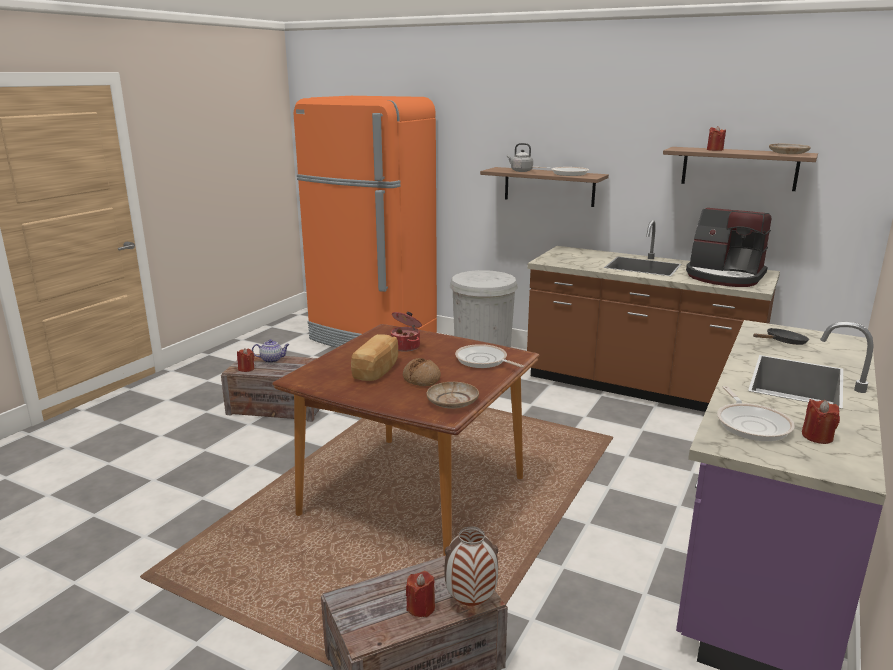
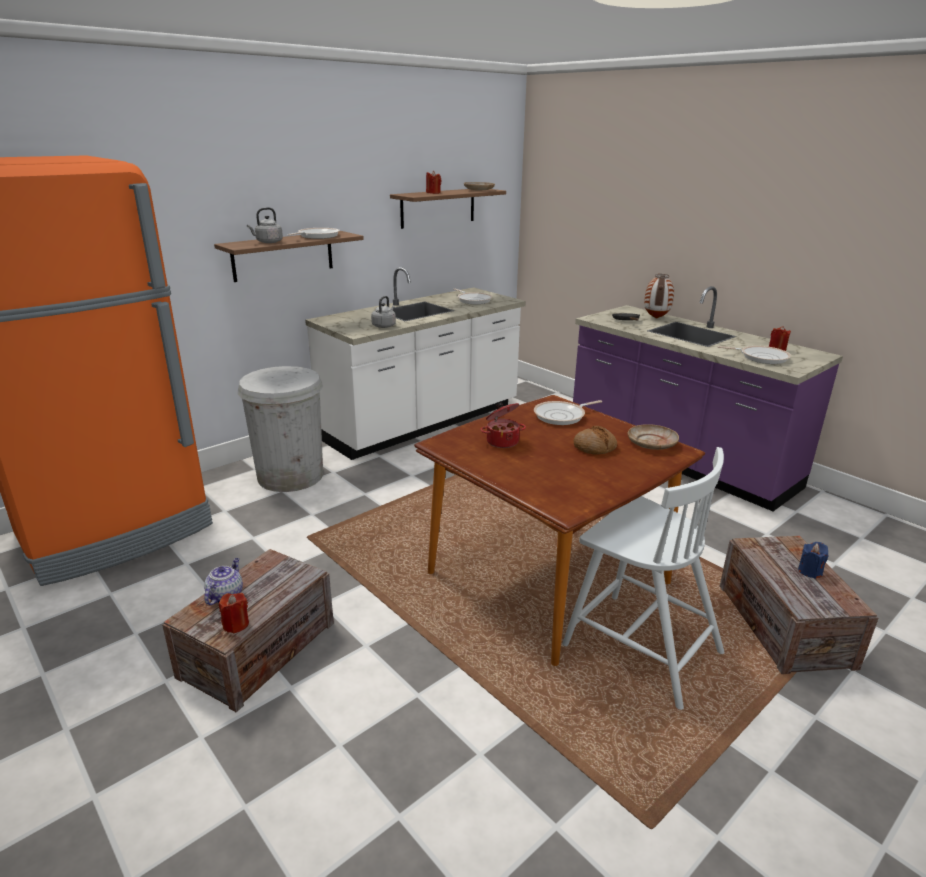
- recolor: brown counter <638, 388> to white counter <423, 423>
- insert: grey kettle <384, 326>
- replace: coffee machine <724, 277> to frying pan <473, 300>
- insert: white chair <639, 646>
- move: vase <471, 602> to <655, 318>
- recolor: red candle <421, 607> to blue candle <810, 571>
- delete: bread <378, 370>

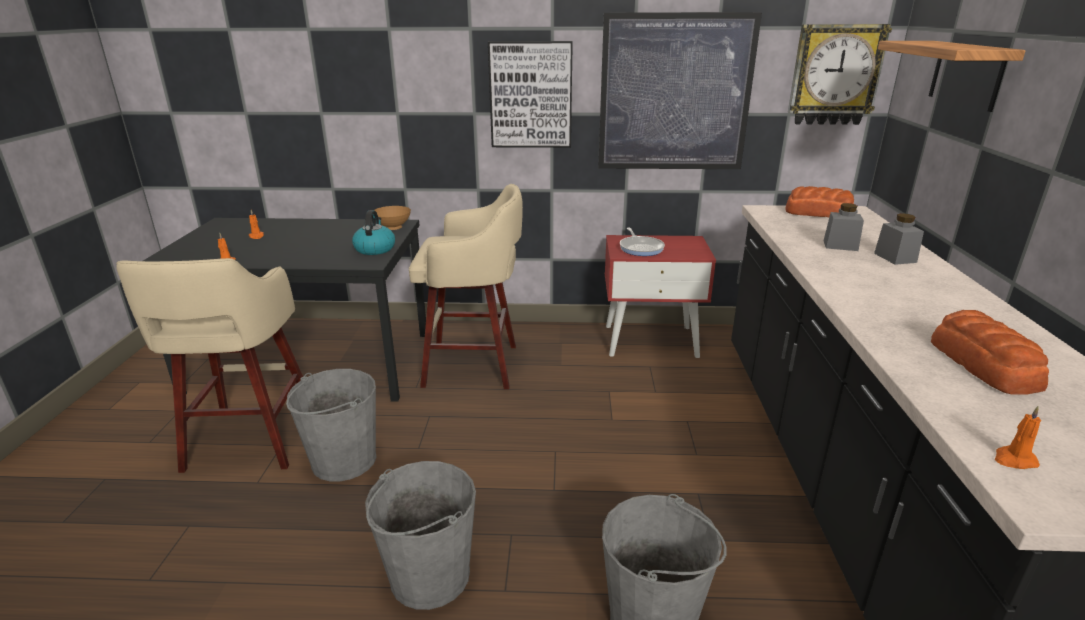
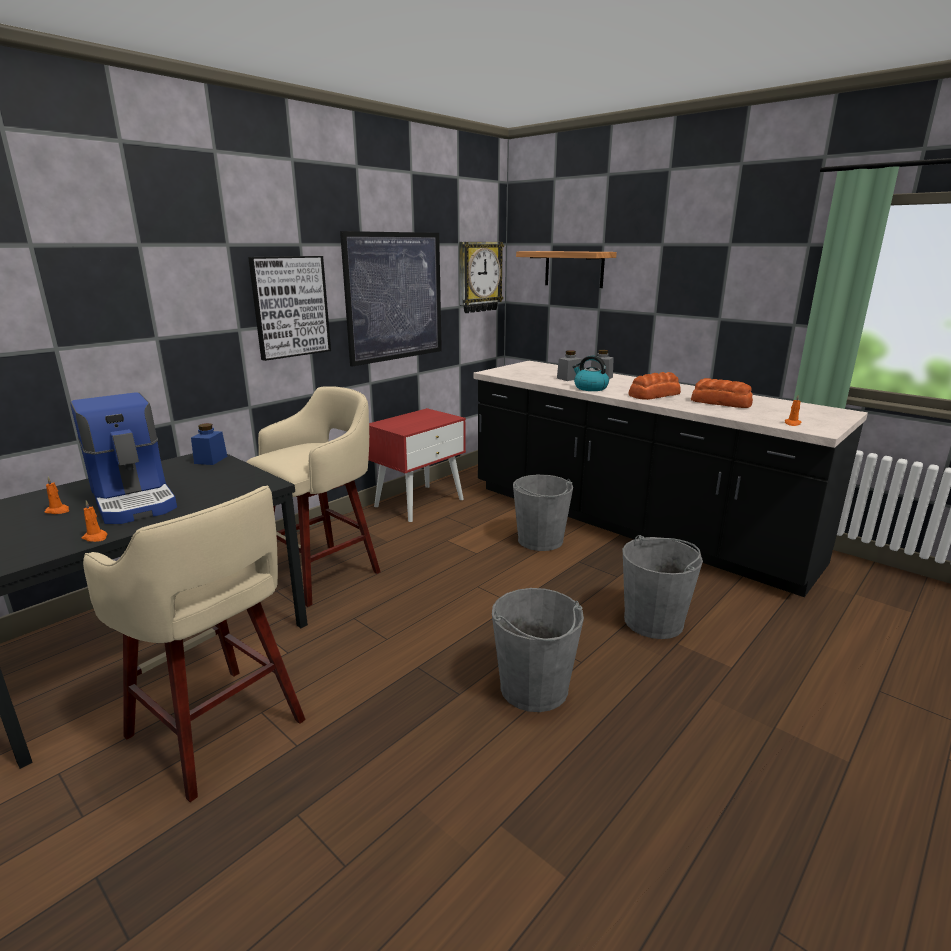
- insert: coffee machine <135, 499>
- replace: brown bowl <392, 229> to blue jar <211, 460>
- move: grey bucket <343, 460> to <540, 540>
- move: kettle <375, 249> to <590, 388>
- move: bread <817, 213> to <653, 395>
- delete: frying pan <641, 248>

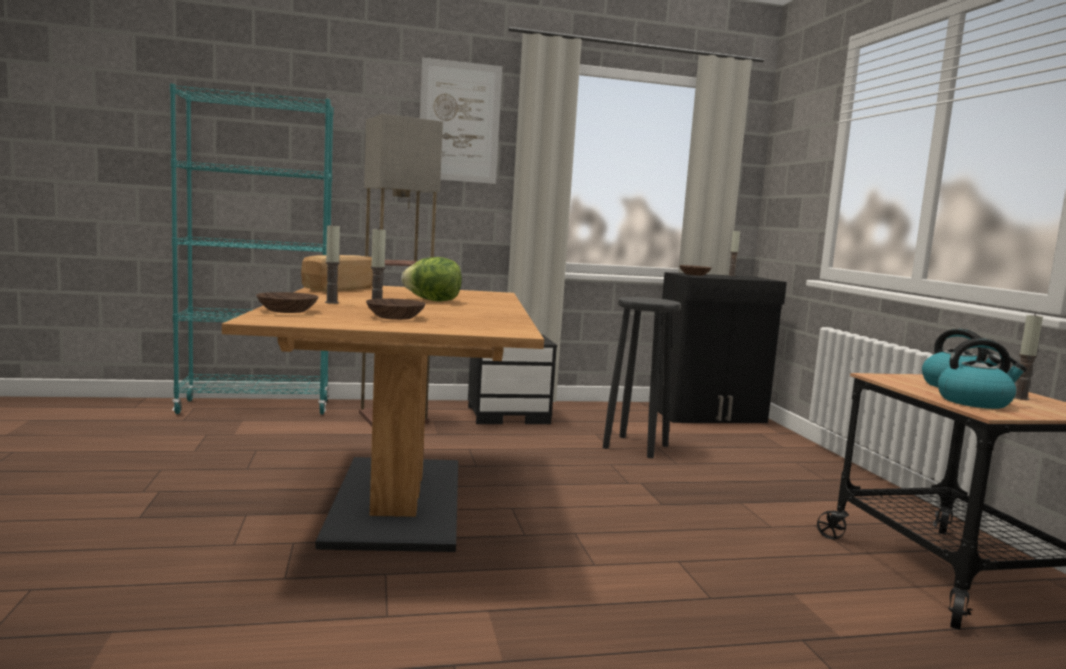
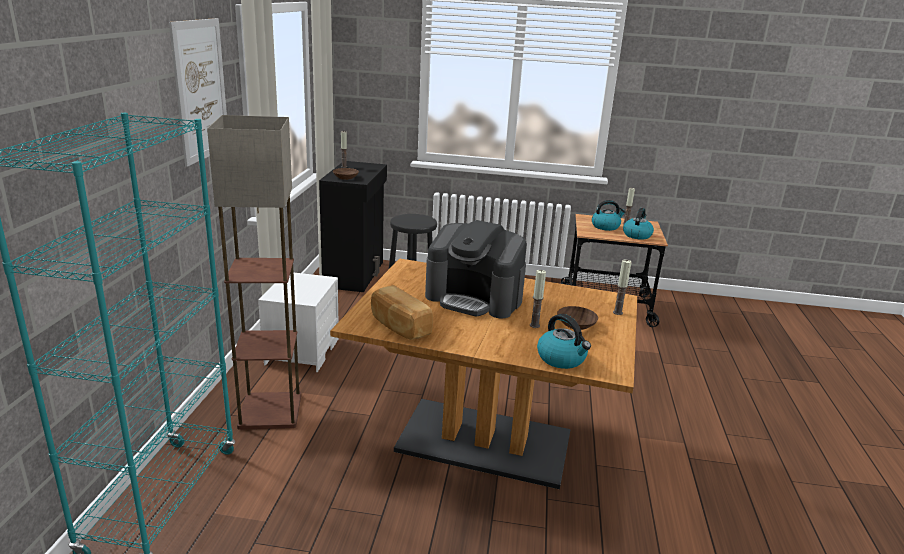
- recolor: black nightstand <509, 415> to white nightstand <302, 351>
- replace: lettuce <433, 301> to coffee machine <474, 298>
- replace: brown bowl <289, 311> to kettle <562, 359>
- move: candle <331, 302> to <617, 312>

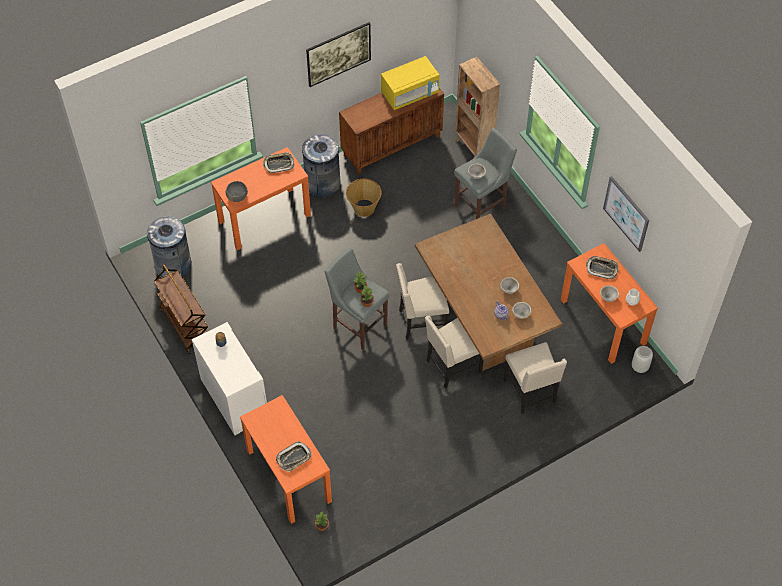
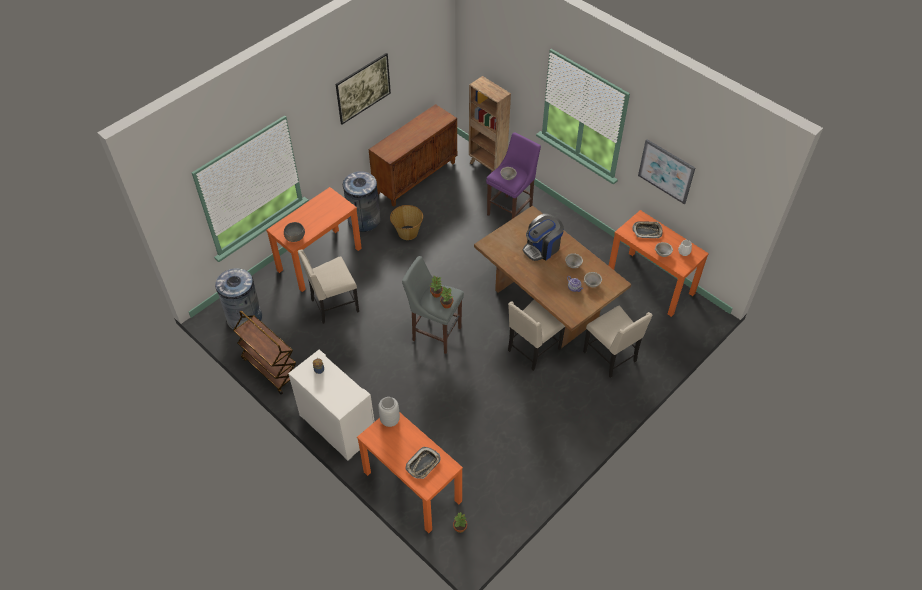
- move: beige chair <421, 322> to <333, 306>
- move: grey vase <639, 366> to <389, 419>
- recolor: grey stool <482, 206> to purple stool <511, 211>
- insert: coffee machine <542, 248>
- delete: tray <279, 164>
- delete: yellow microwave <410, 93>

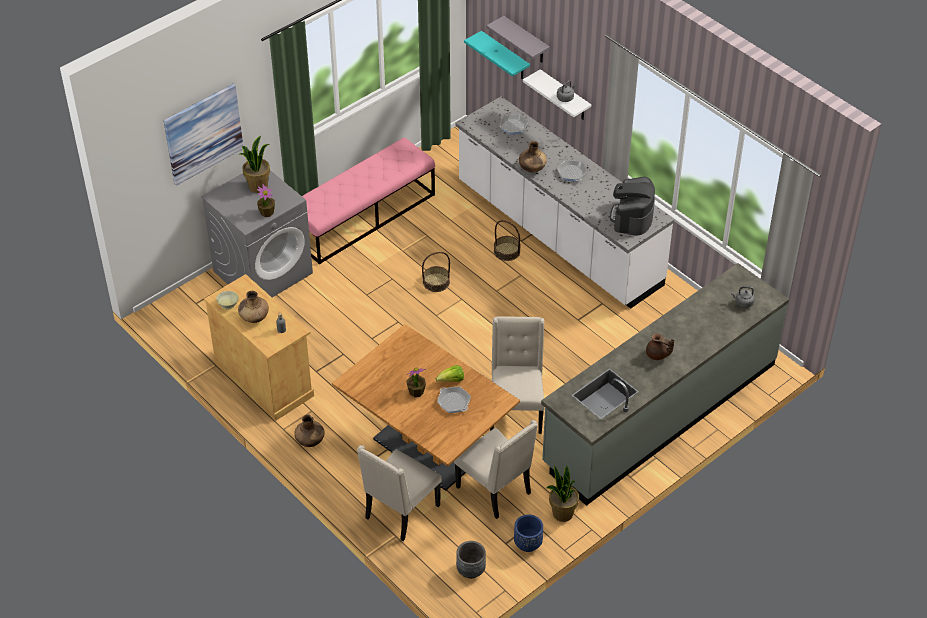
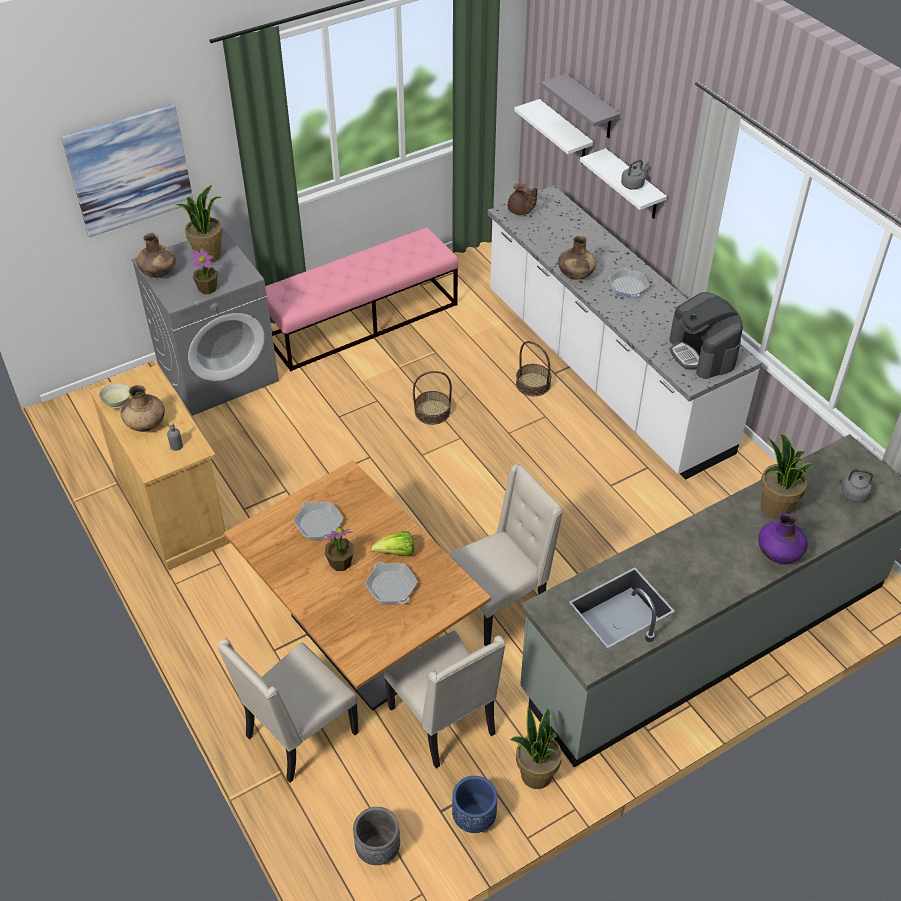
- move: brown vase <310, 441> to <159, 273>
- move: frying pan <513, 126> to <319, 524>
- rotate: beige chair <515, 411> = <499, 603> 45 degrees clockwise
- move: brown teapot <657, 355> to <520, 211>
- recolor: turquoise shelf <505, 56> to white shelf <564, 133>
- rotate: coffee machine <632, 217> = <702, 353> 45 degrees counterclockwise
- insert: purple vase <779, 554>
- insert: potted plant <775, 508>

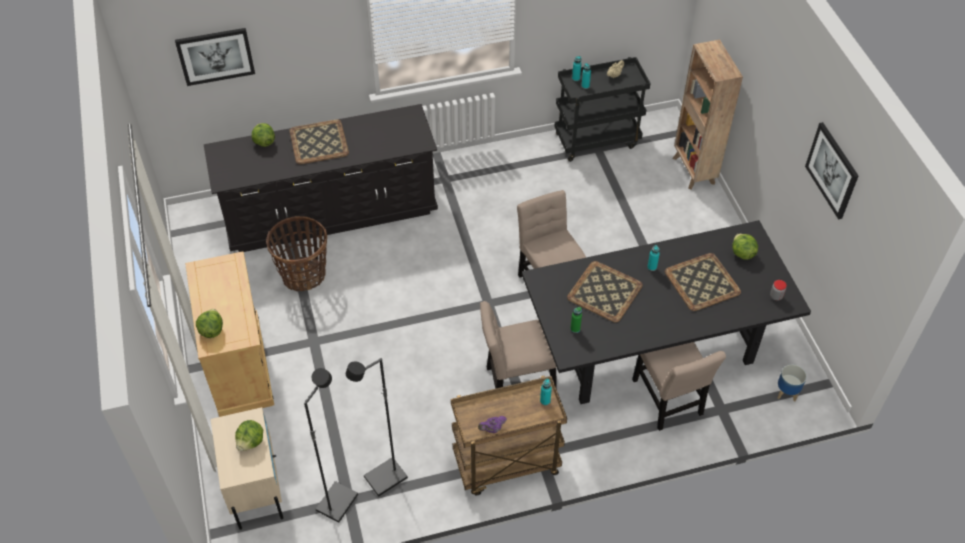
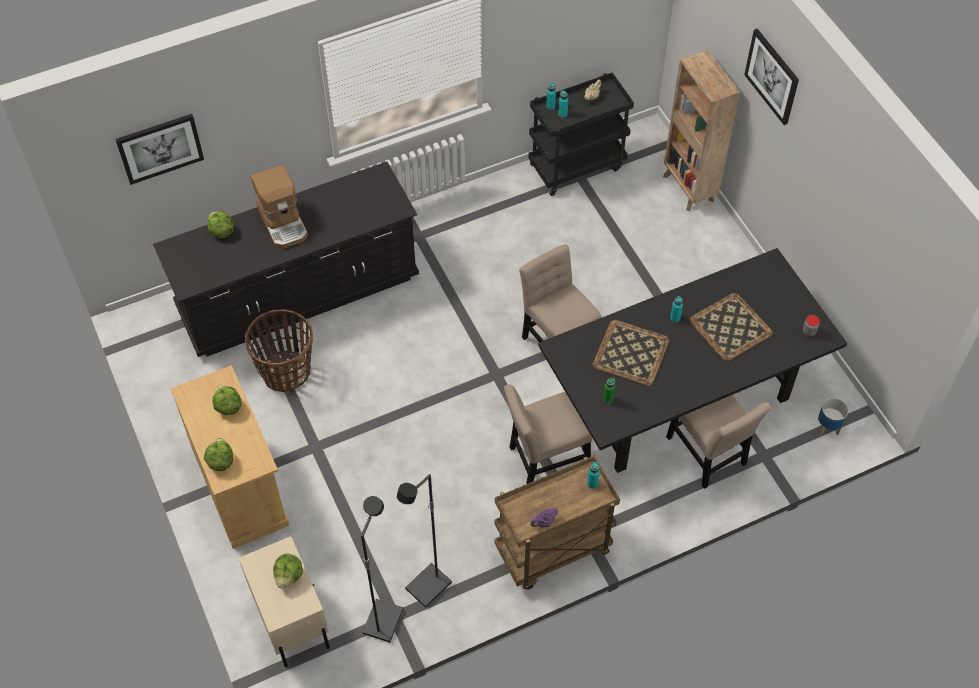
- move: lettuce <742, 253> to <228, 407>
- replace: tray <319, 142> to coffee machine <283, 223>
- move: picture <832, 170> to <772, 76>

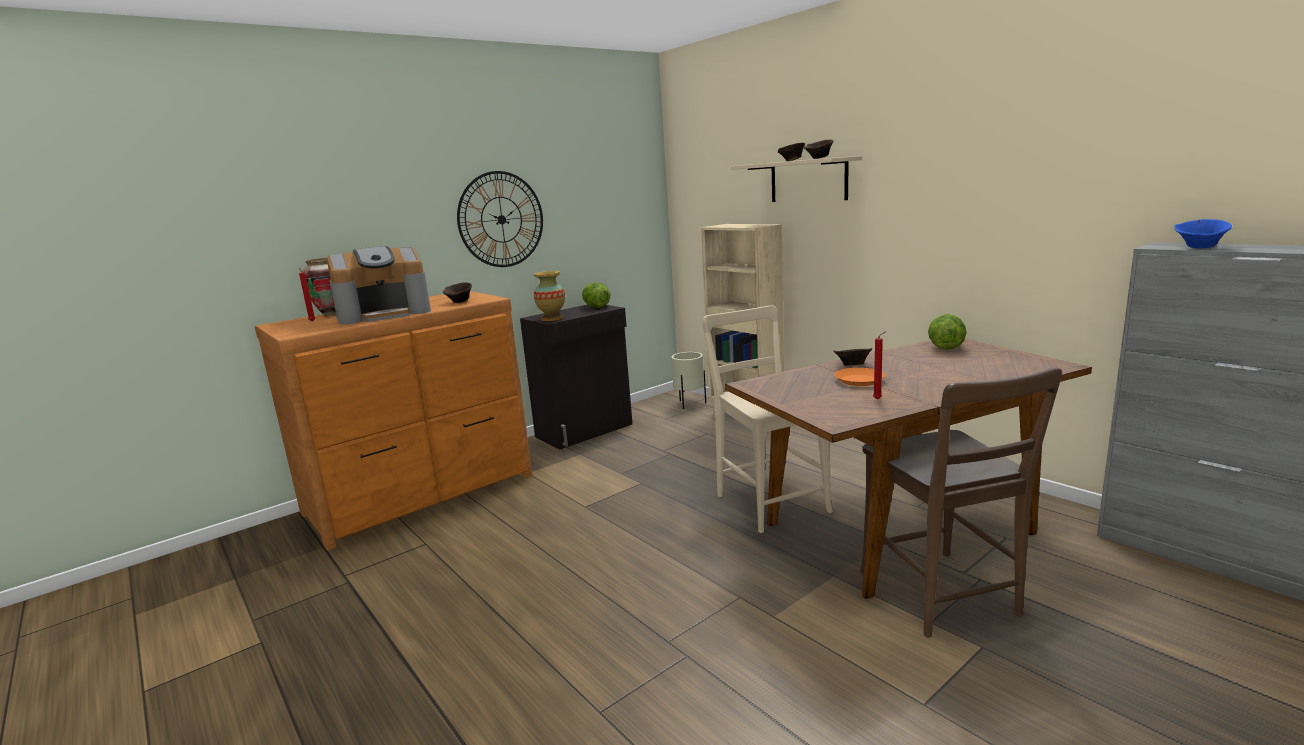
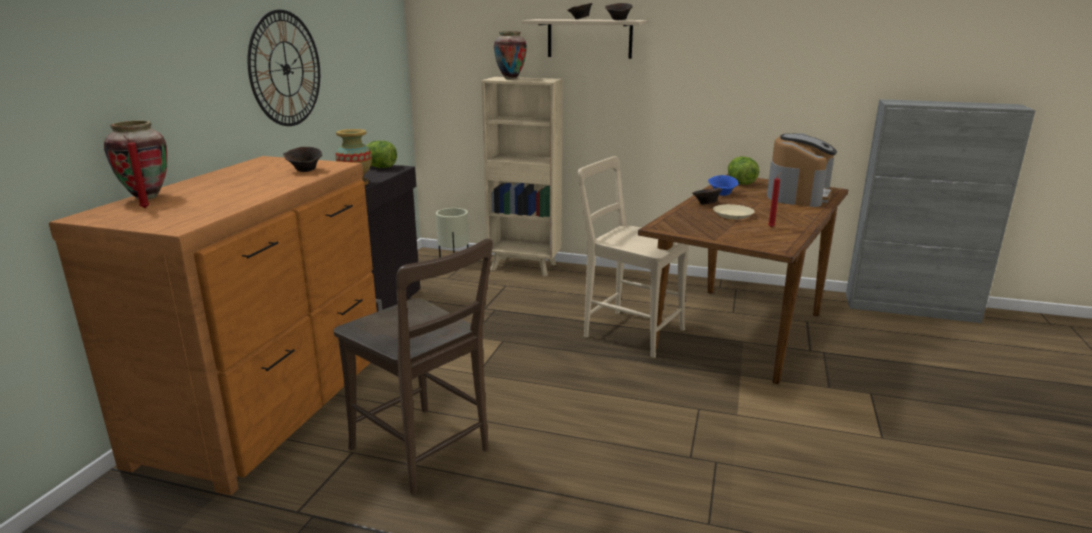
- move: brown chair <942, 597> to <424, 452>
- insert: vase <510, 79>
- move: blue bowl <1200, 247> to <722, 194>
- recolor: orange plate <858, 380> to beige plate <732, 215>
- move: coffee machine <384, 314> to <798, 195>

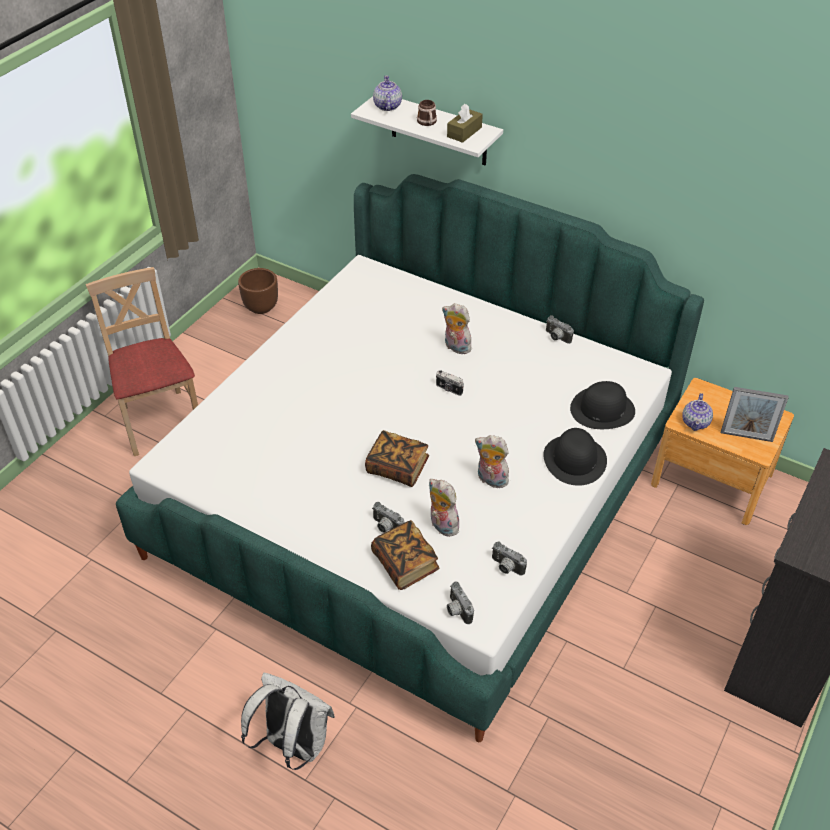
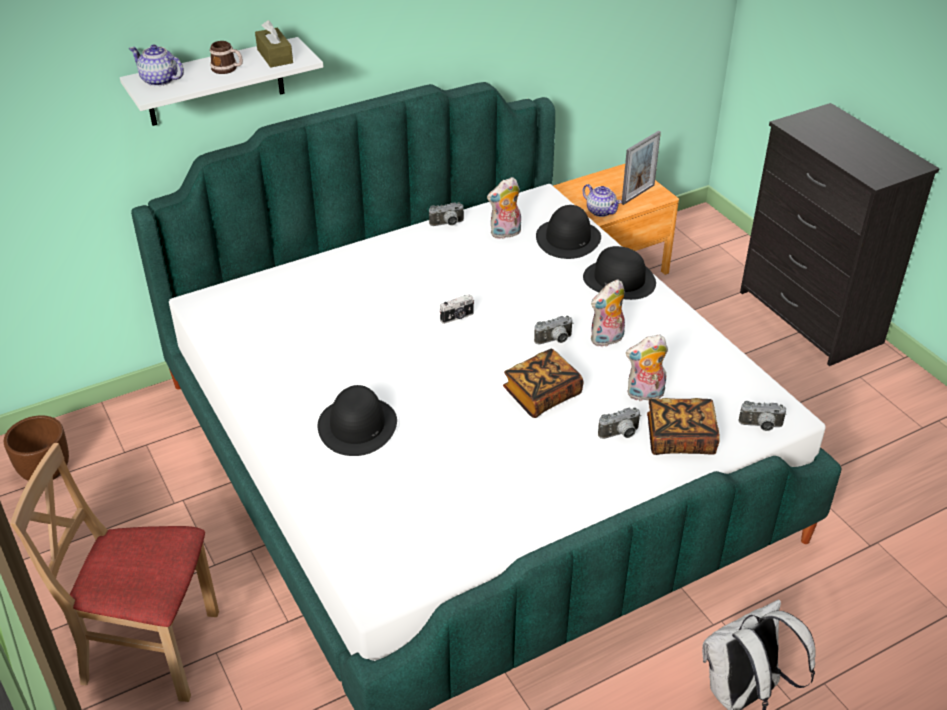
- insert: black hat <357, 426>
- move: plush toy <455, 347> to <505, 234>
- move: photo camera <505, 568> to <555, 341>

